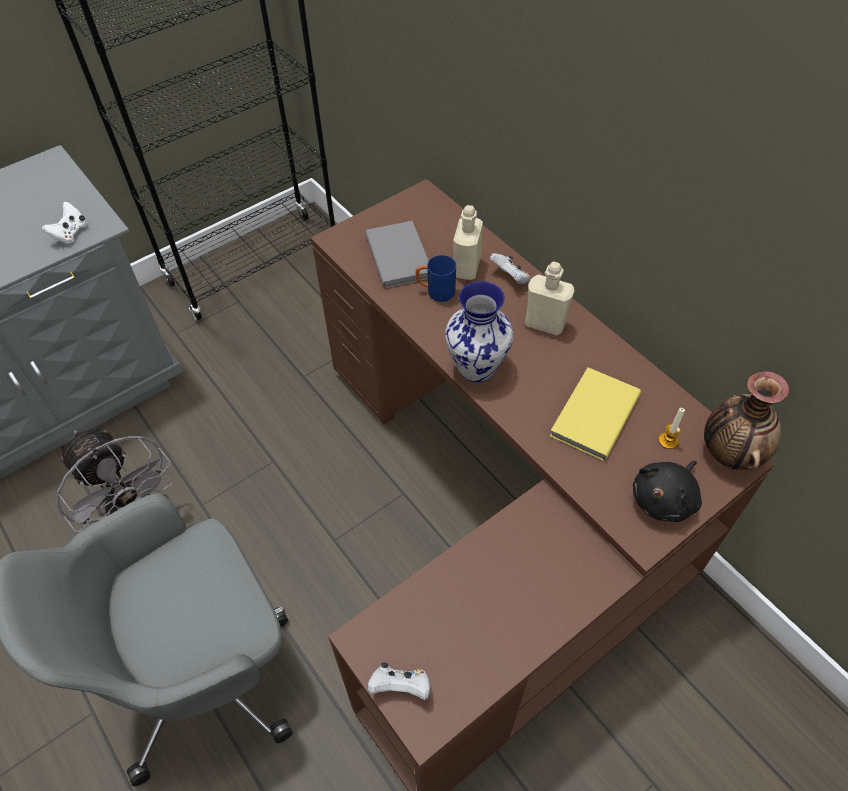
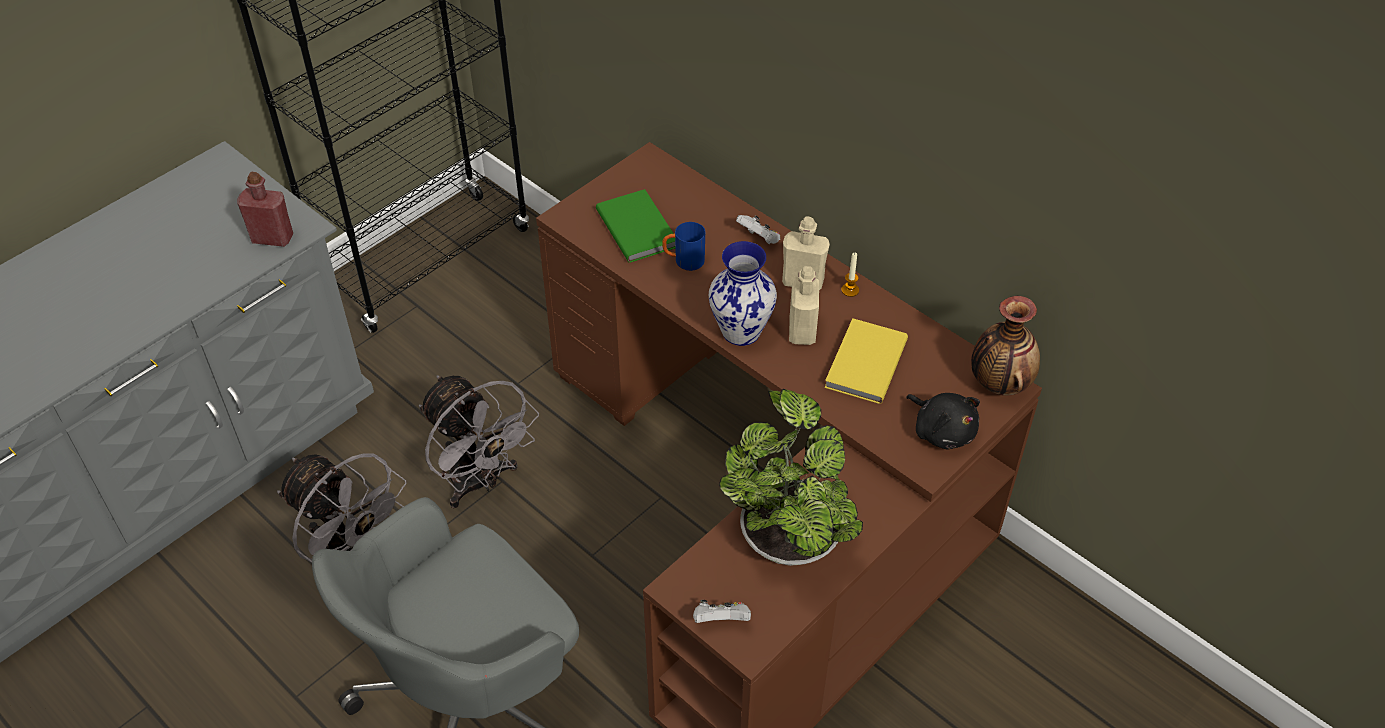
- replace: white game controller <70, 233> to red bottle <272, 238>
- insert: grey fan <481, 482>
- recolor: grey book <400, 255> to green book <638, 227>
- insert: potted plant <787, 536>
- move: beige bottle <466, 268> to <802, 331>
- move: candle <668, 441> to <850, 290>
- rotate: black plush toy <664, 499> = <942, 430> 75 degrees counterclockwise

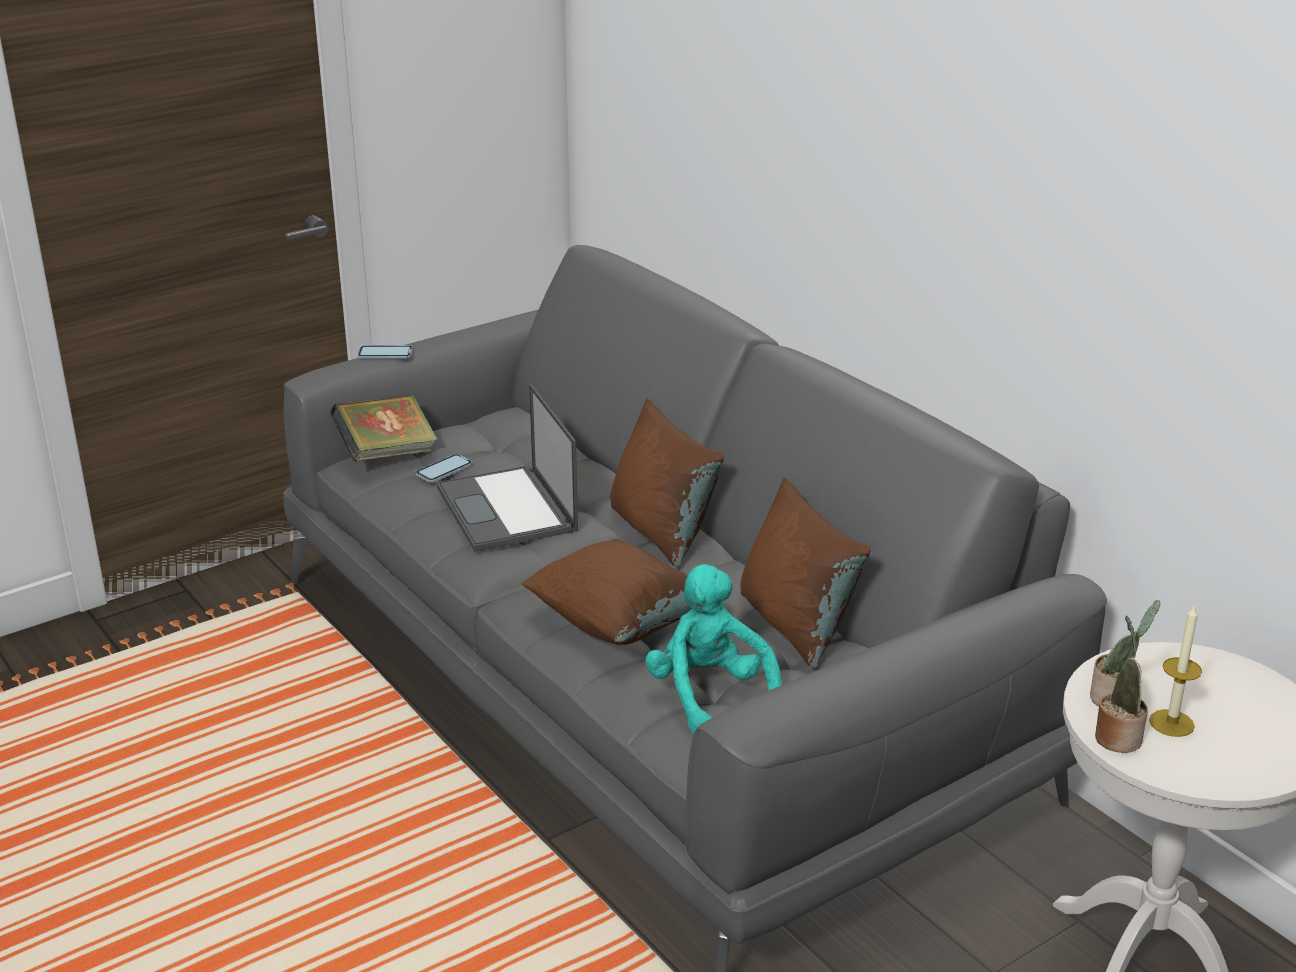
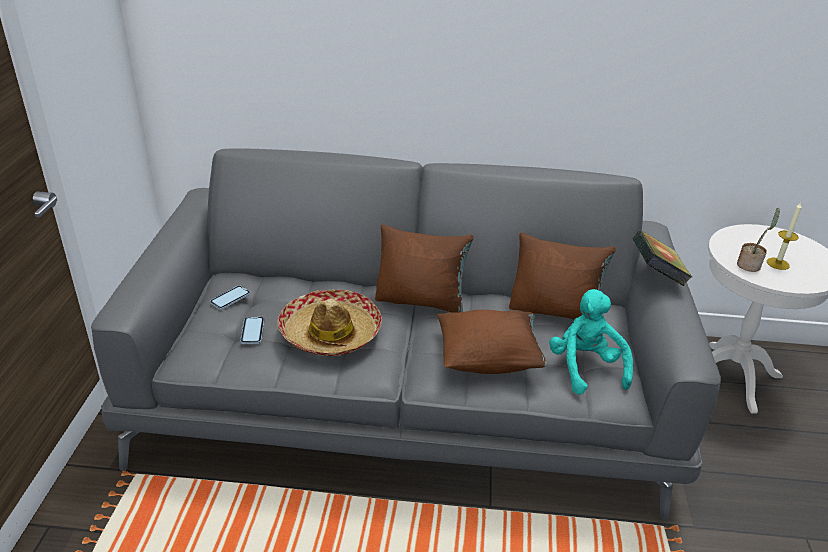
- move: phone <385, 354> to <230, 298>
- replace: laptop <507, 510> to hat <330, 333>
- rotate: turquoise plush toy <709, 695> = <585, 368> 60 degrees clockwise
- move: book <386, 454> to <656, 275>
- delete: potted plant <1117, 736>

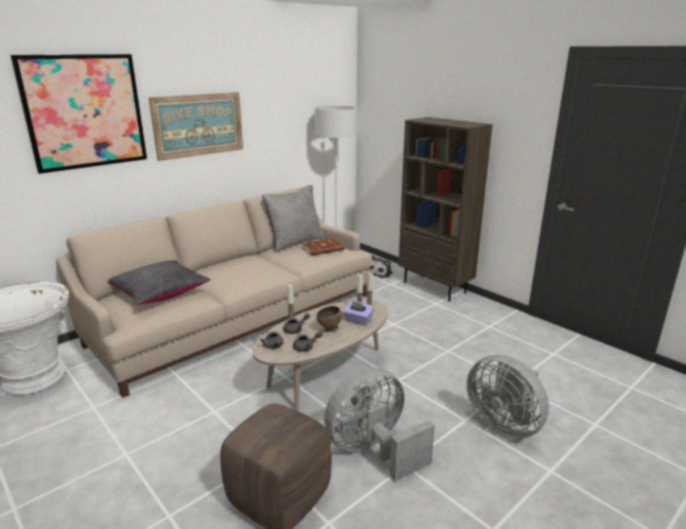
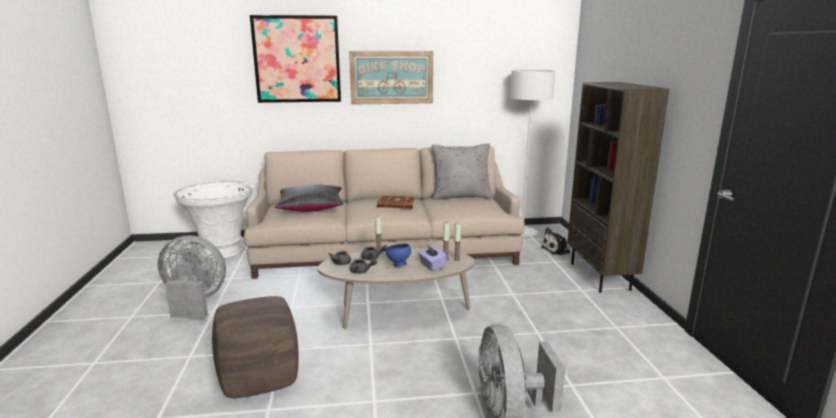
- move: grey fan <373, 450> to <194, 302>
- move: brown book <323, 249> to <397, 204>
- recolor: brown bowl <329, 329> to blue bowl <398, 265>

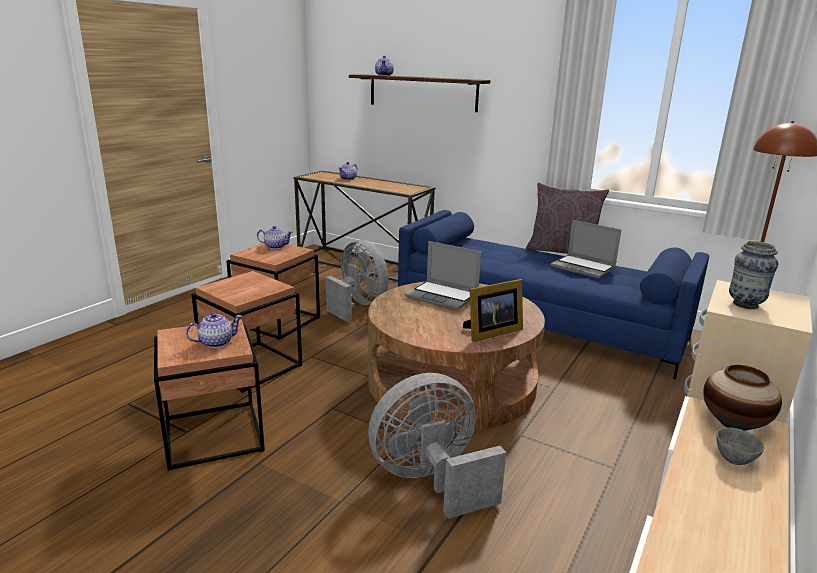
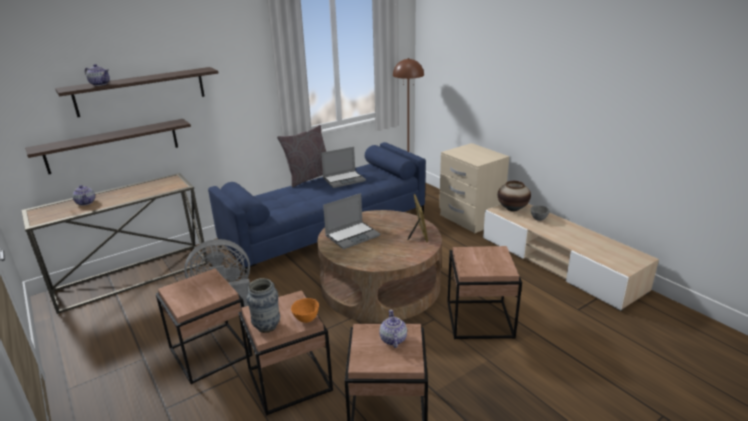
- insert: shelf <113, 146>
- move: vase <745, 304> to <267, 327>
- insert: orange bowl <307, 319>
- replace: grey fan <431, 480> to brown side table <480, 320>
- delete: teapot <275, 246>

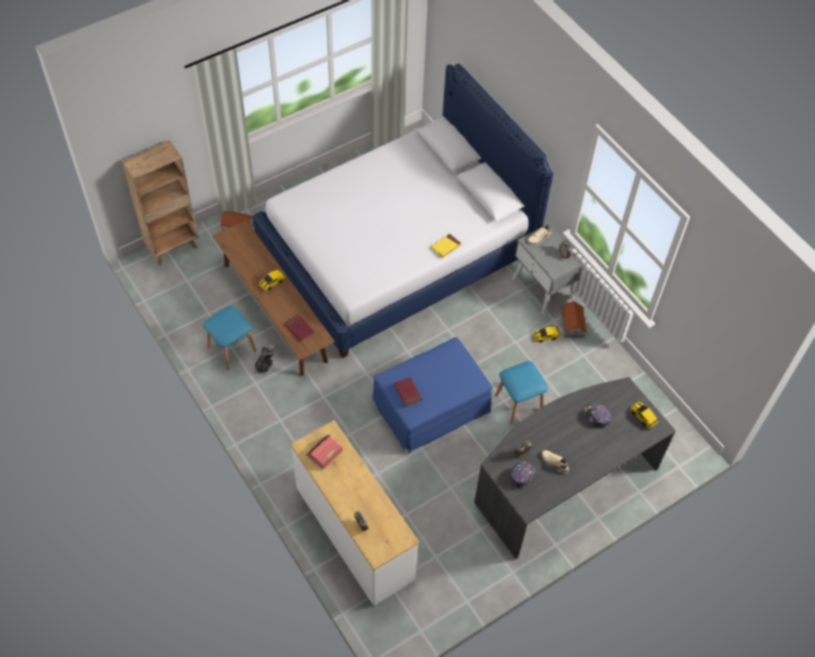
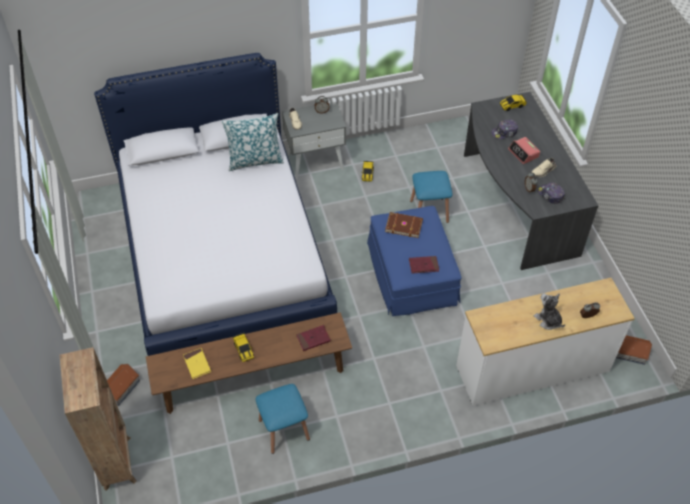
- move: yellow book <446, 246> to <197, 364>
- insert: pillow <255, 160>
- insert: brown book <403, 225>
- move: alarm clock <324, 453> to <523, 153>
- move: plush toy <265, 366> to <548, 320>
- move: toy house <572, 325> to <629, 352>

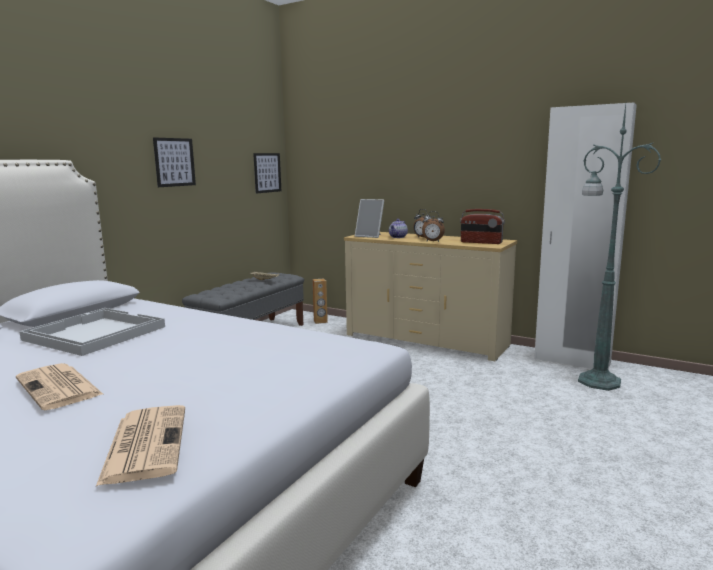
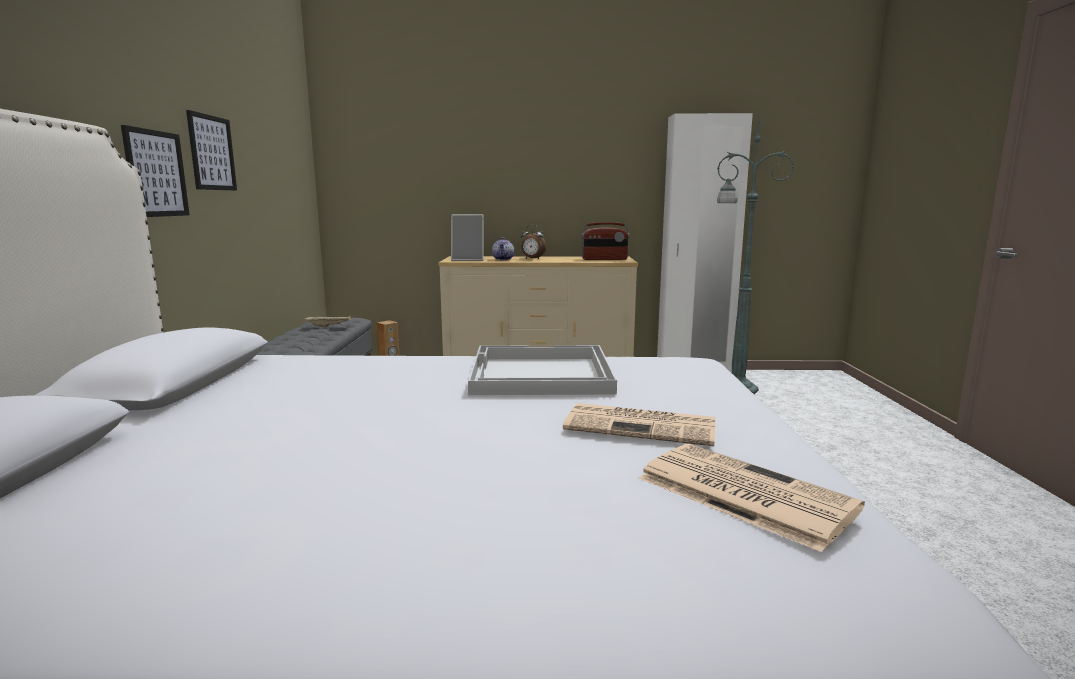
- move: picture <267, 172> to <156, 173>
- move: white tray <93, 333> to <539, 374>
- move: newspaper <60, 387> to <643, 426>
- delete: alarm clock <432, 241>

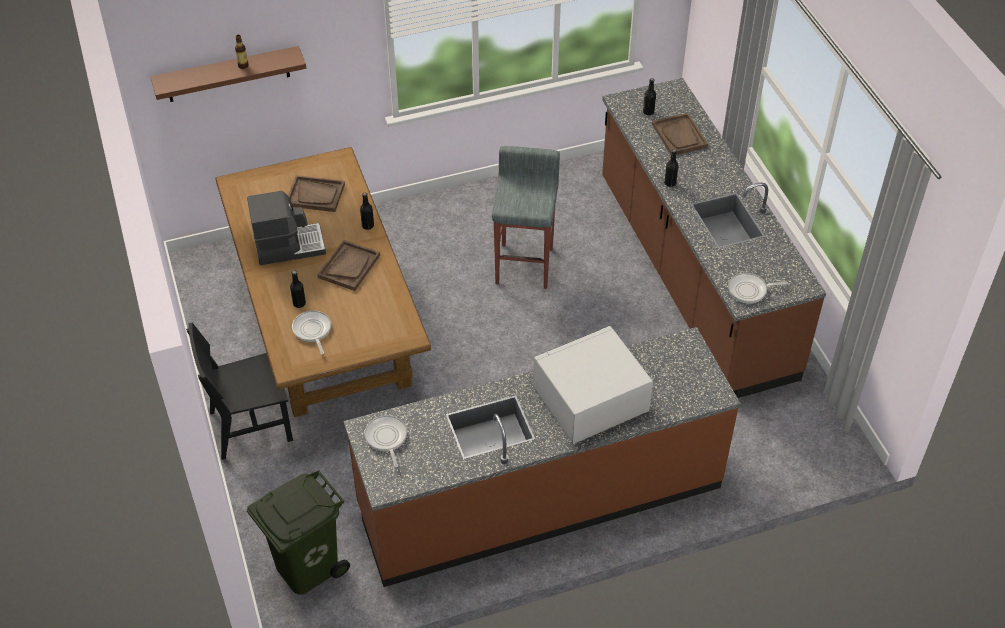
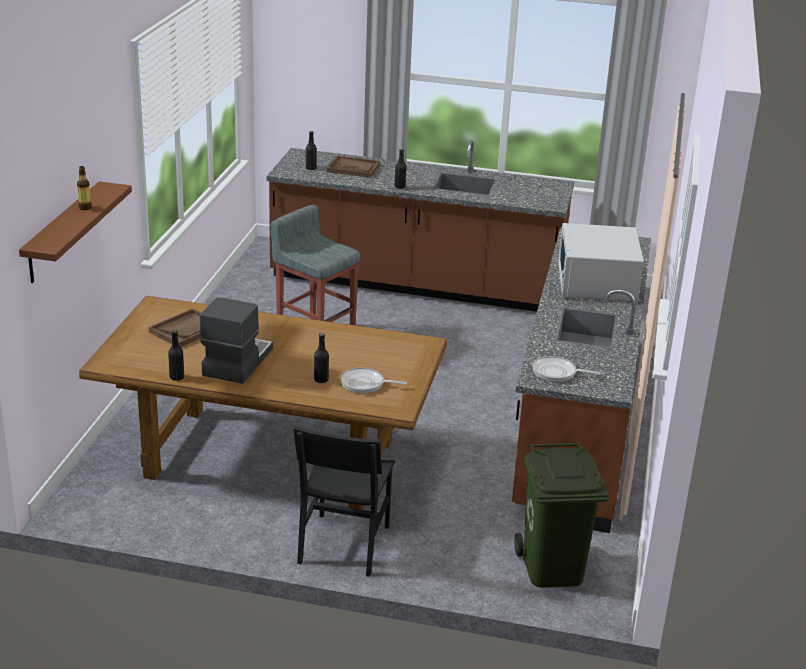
- move: black bottle <368, 226> to <177, 377>
- delete: brown tray <349, 266>
- delete: frying pan <750, 290>

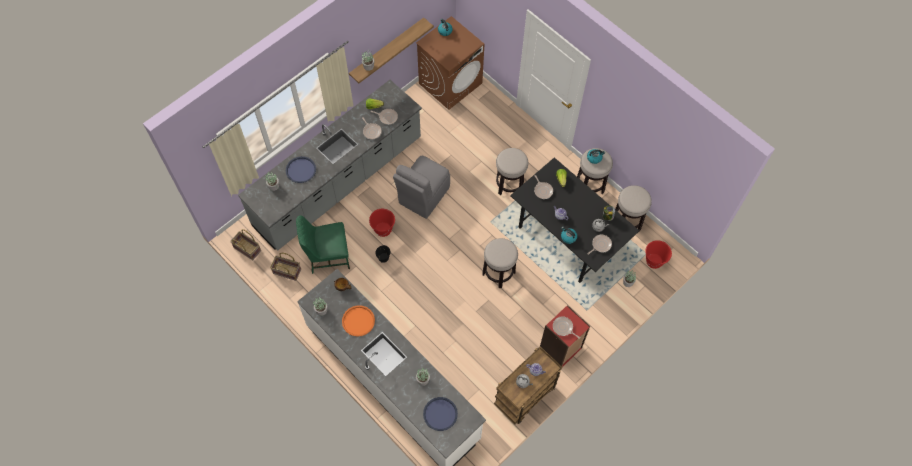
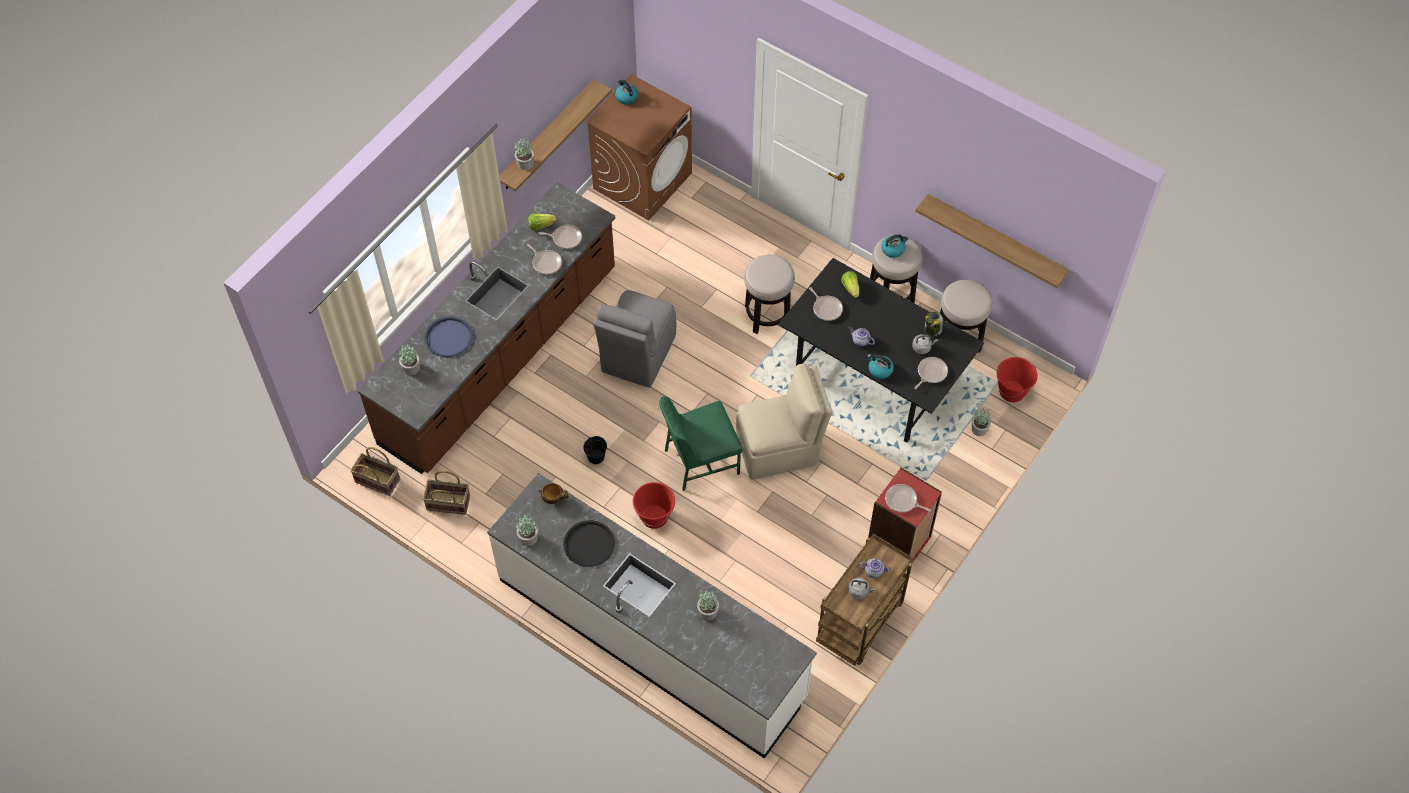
- recolor: grey counter <339, 183> to brown counter <500, 357>
- recolor: orange tray <358, 321> to black tray <589, 544>
- move: red bucket <383, 229> to <654, 517>
- move: green chair <327, 256> to <700, 461>
- replace: stool <498, 273> to beige chair <779, 449>
- insert: shelf <995, 239>
- delete: blue tray <440, 414>

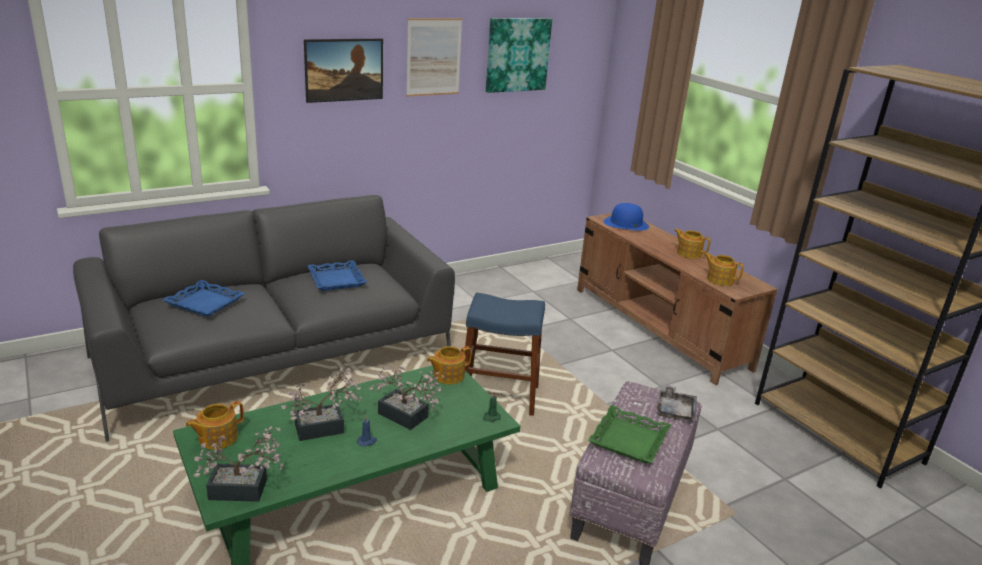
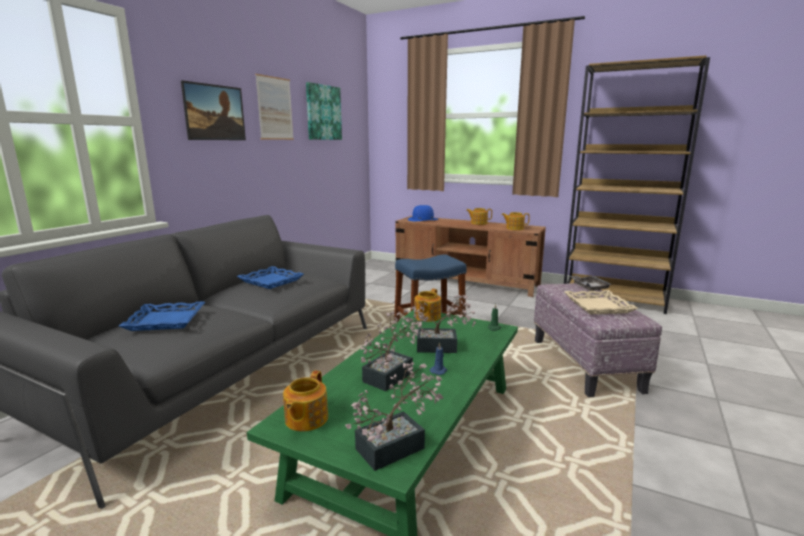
- recolor: green tray <629, 440> to beige tray <598, 306>

